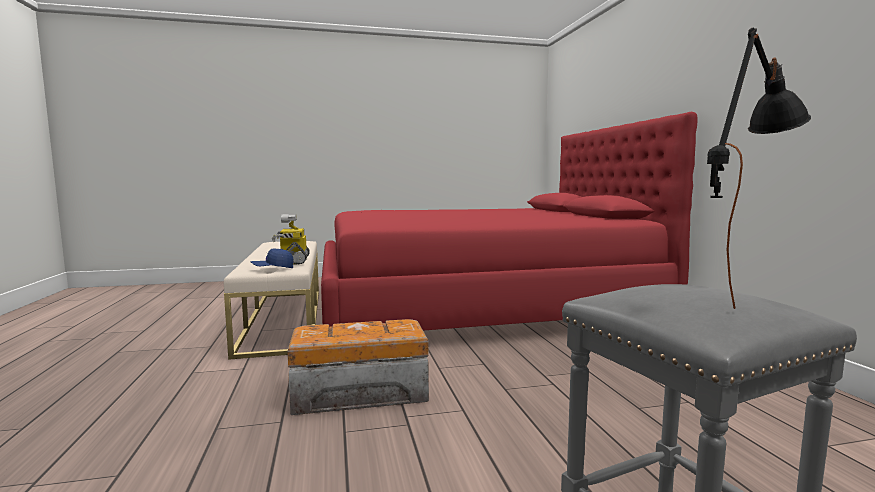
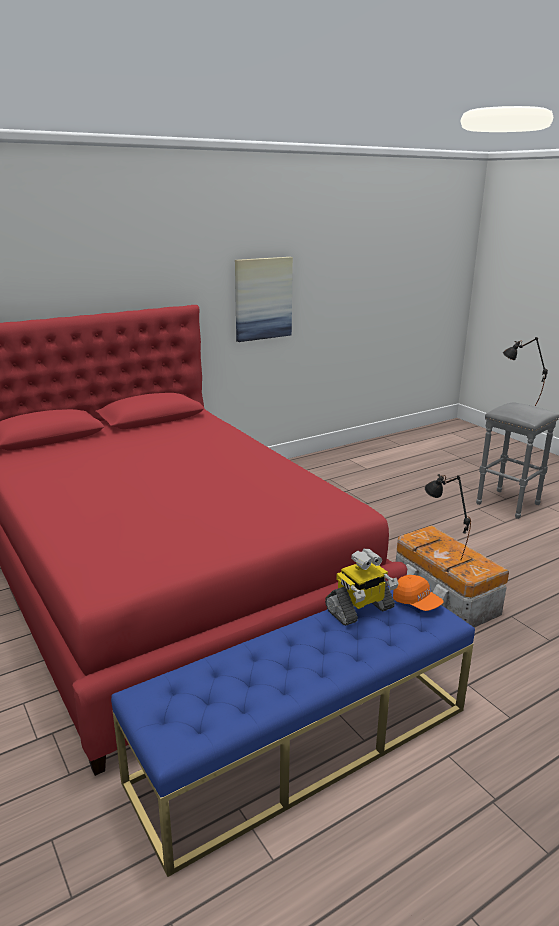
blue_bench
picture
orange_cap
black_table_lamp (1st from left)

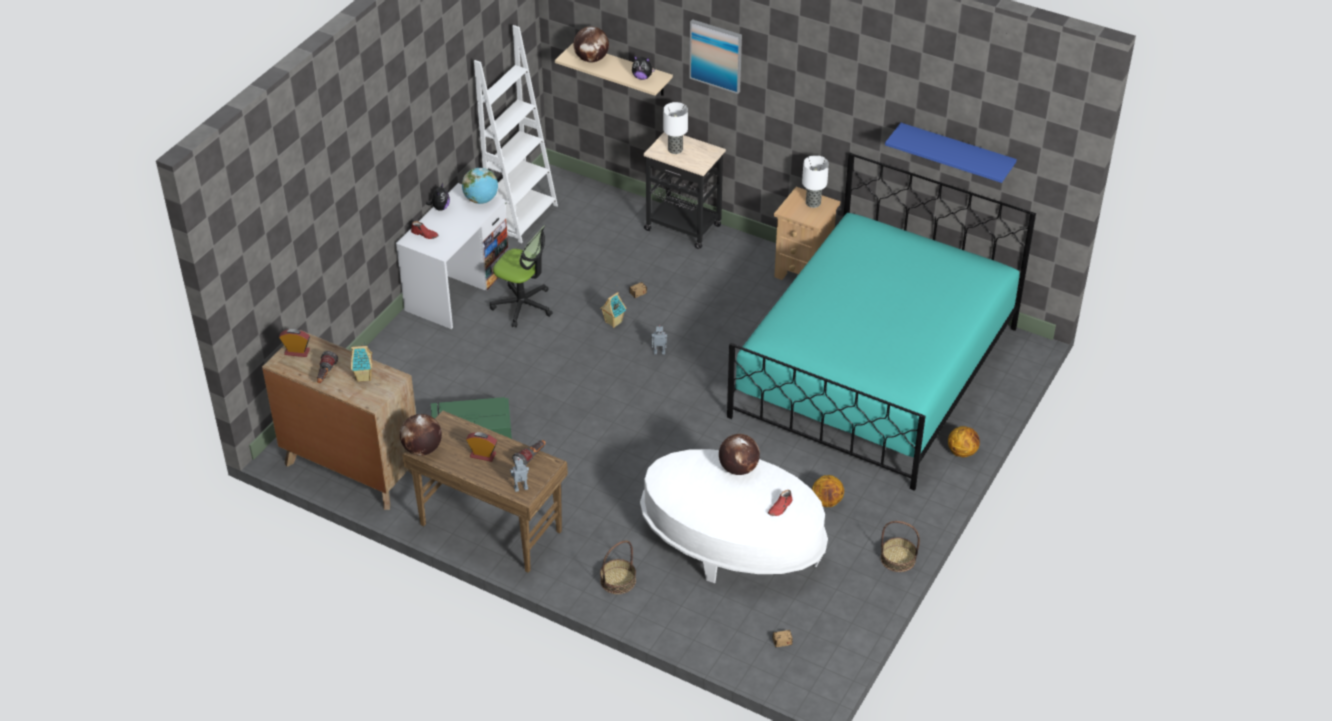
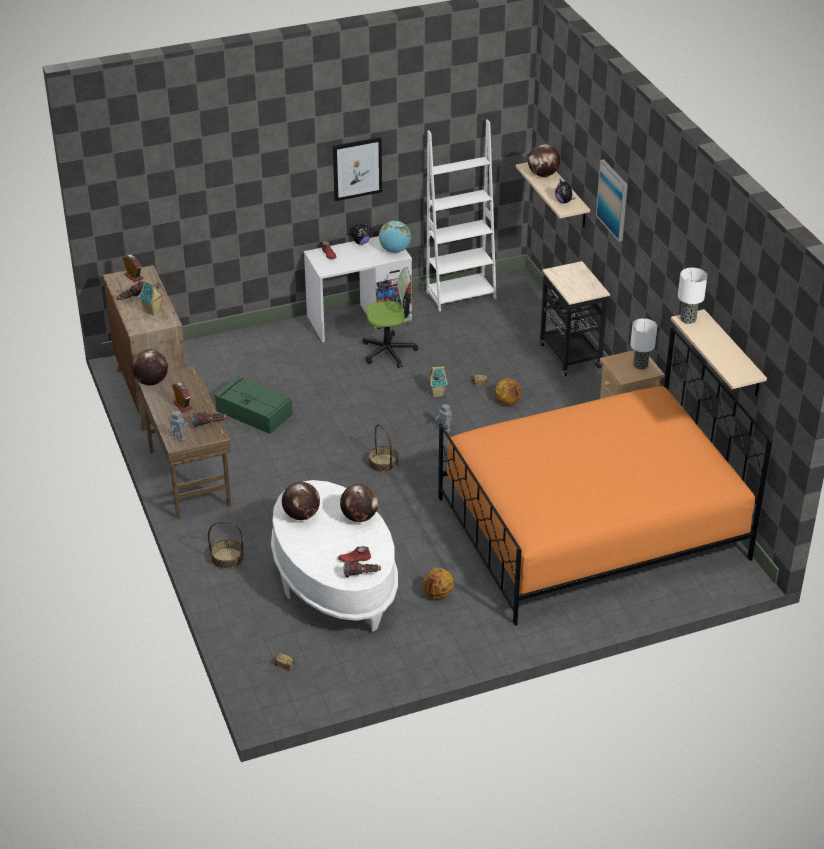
globe (2nd from left)
picture (1st from left)
flashlight (3rd from left)
office_chair
basket (2nd from left)
orange_bed
basketball (2nd from left)
beige_shelf (2nd from left)
table_lamp (2nd from left)

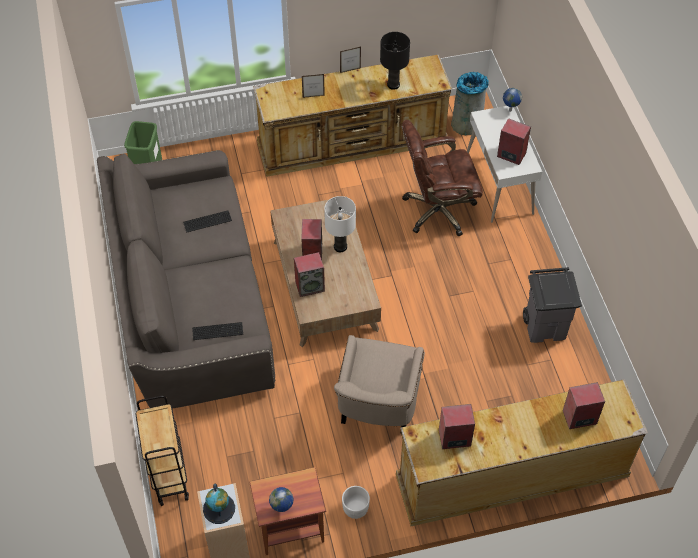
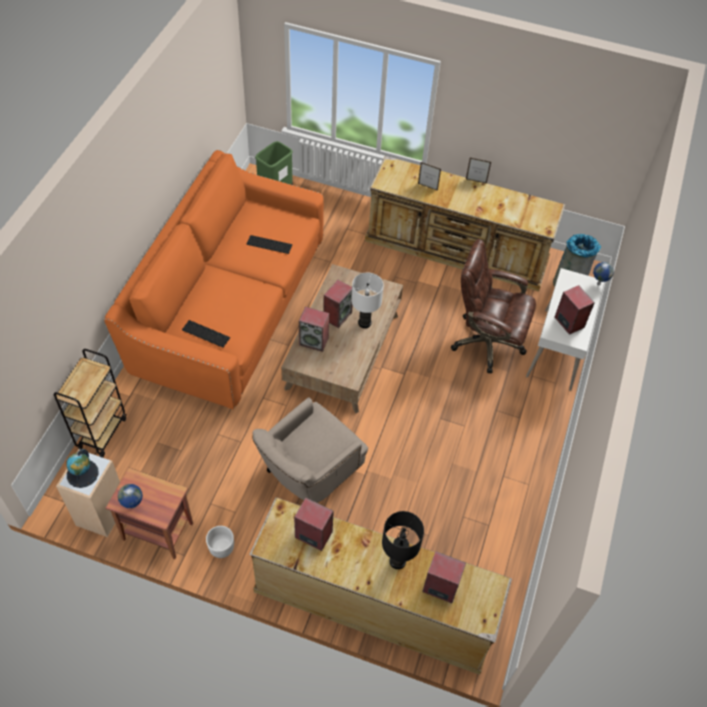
orange_sofa
black_table_lamp
grey_trash_can (2nd from left in the first image)

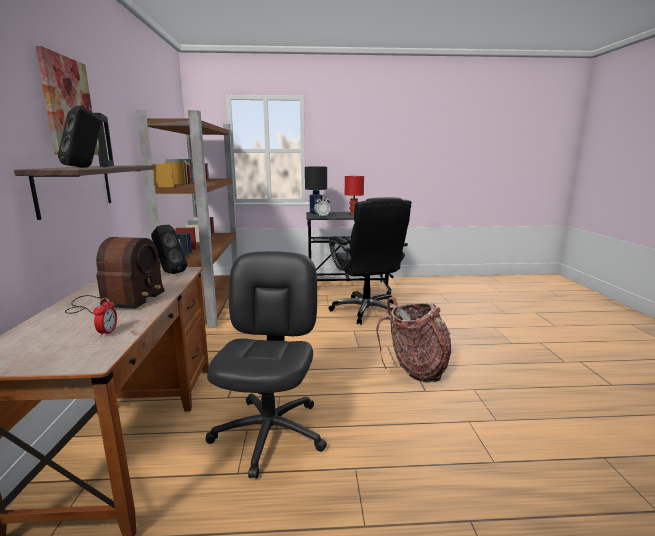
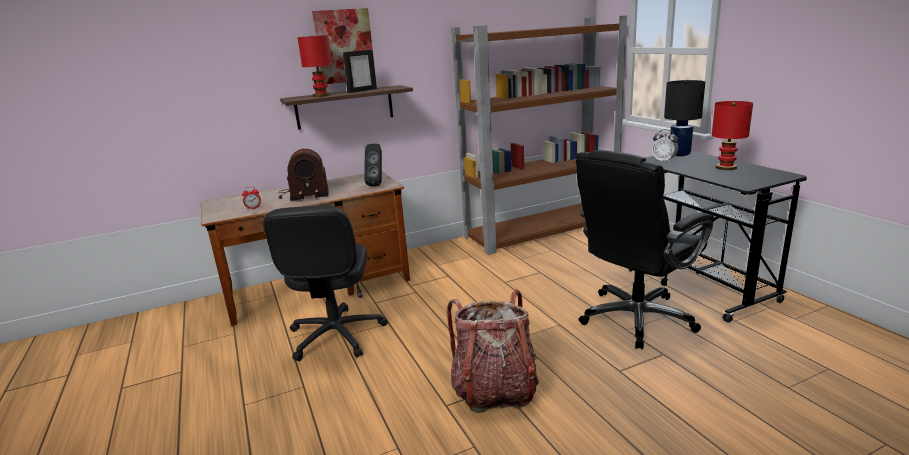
black_office_chair (1st from left)
red_table_lamp (1st from left)

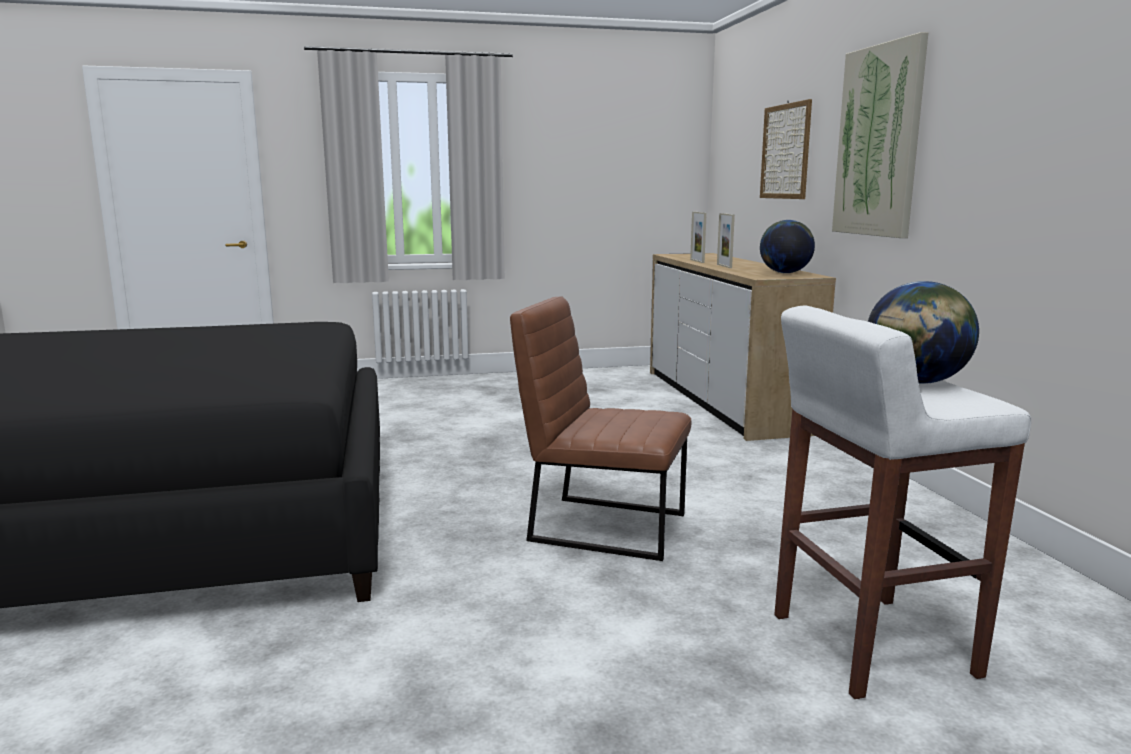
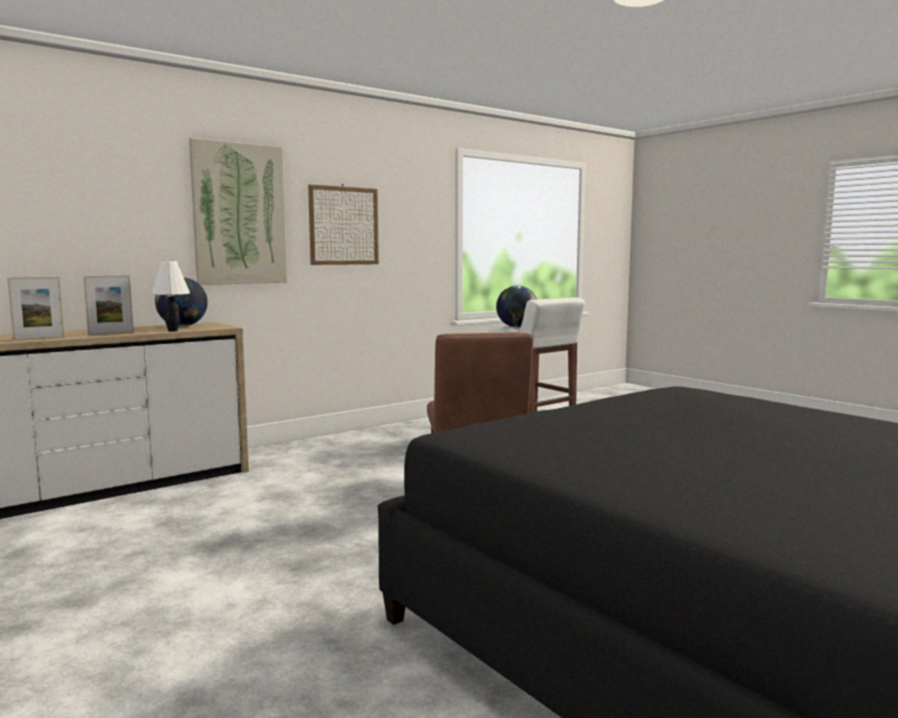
white_table_lamp
picture (2nd from left)

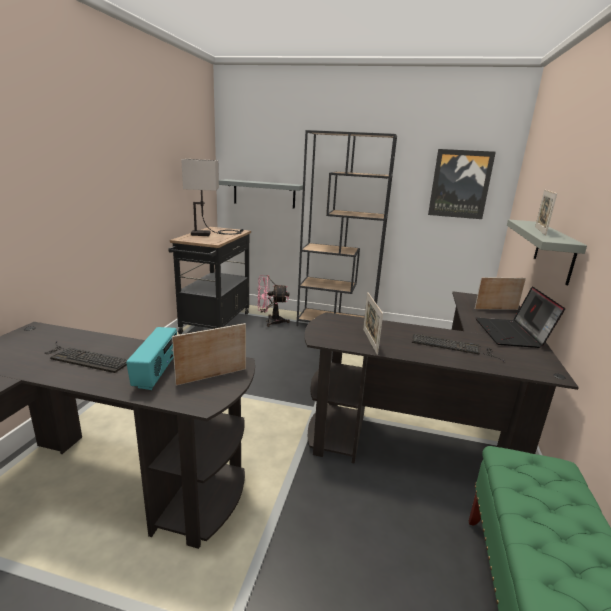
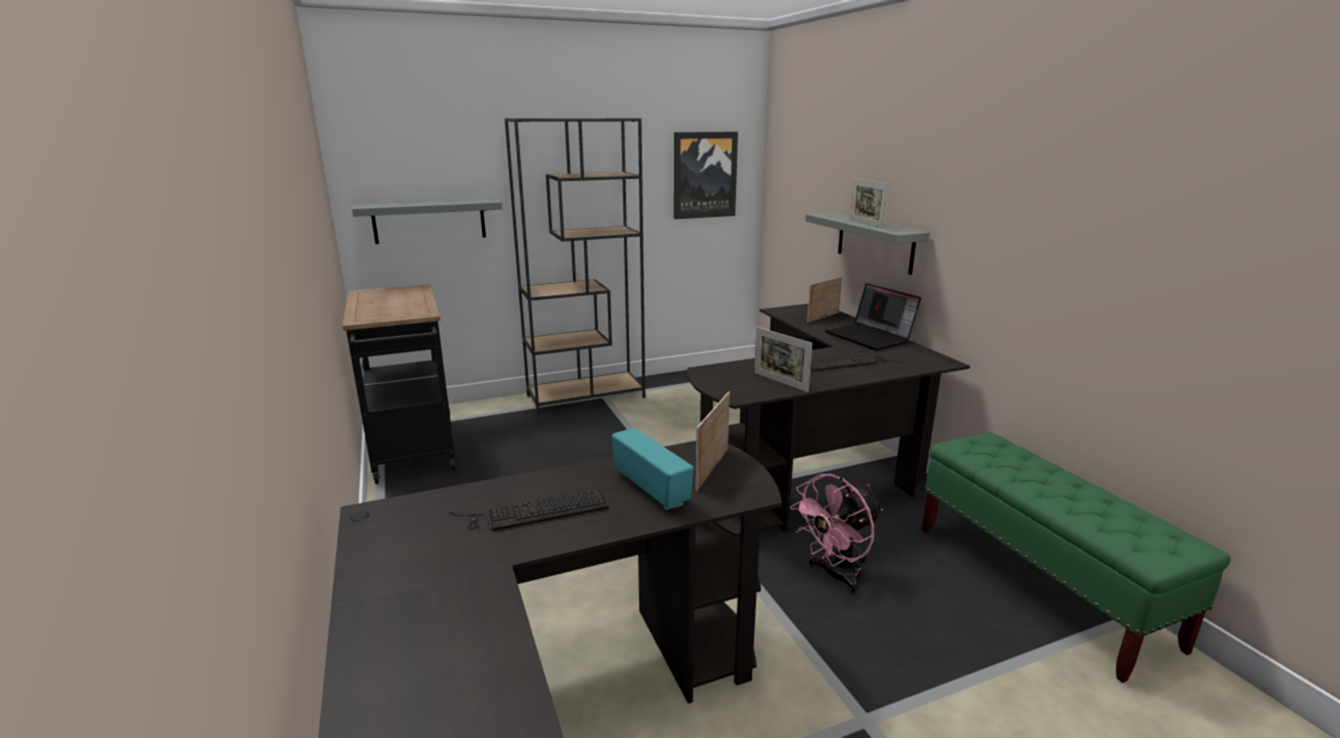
pink_fan
table_lamp

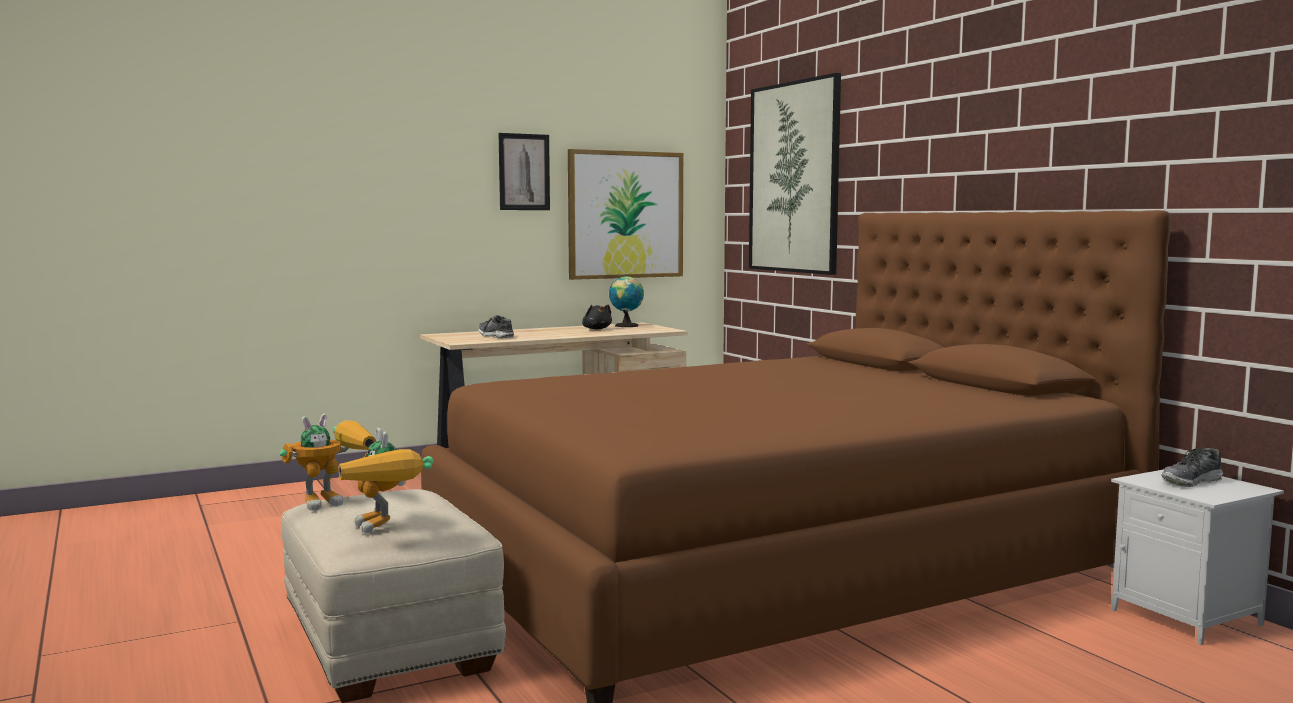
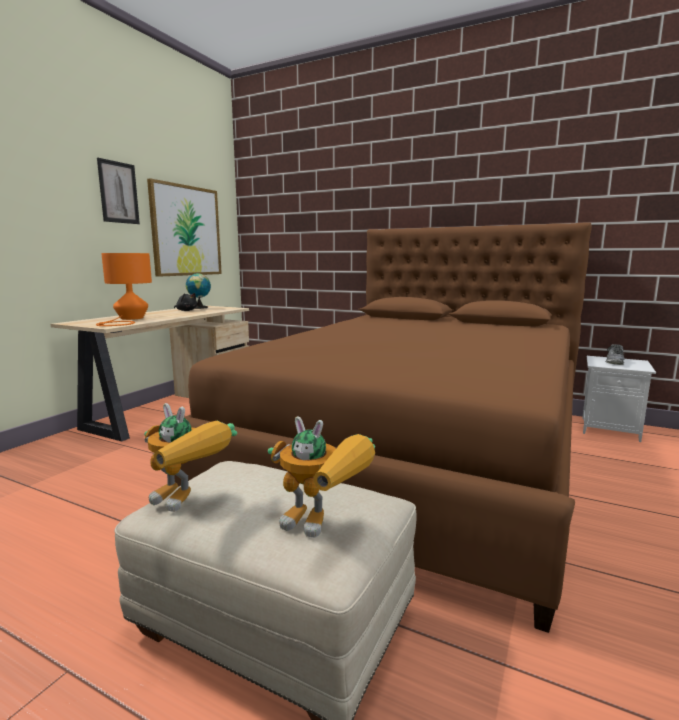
orange_table_lamp
toy_robot (1st from left)
picture (3rd from left in the first image)

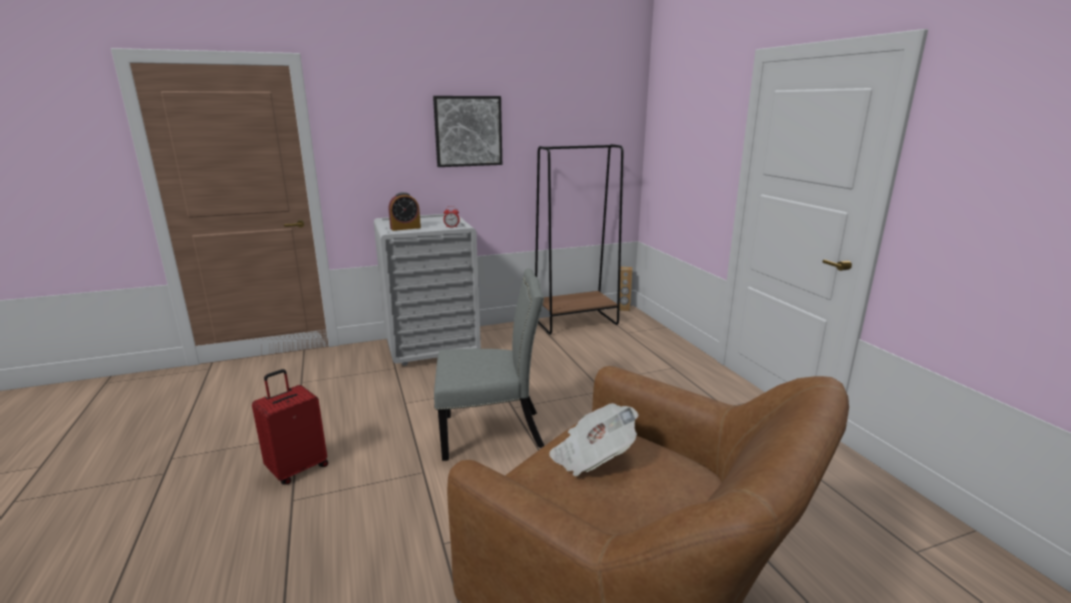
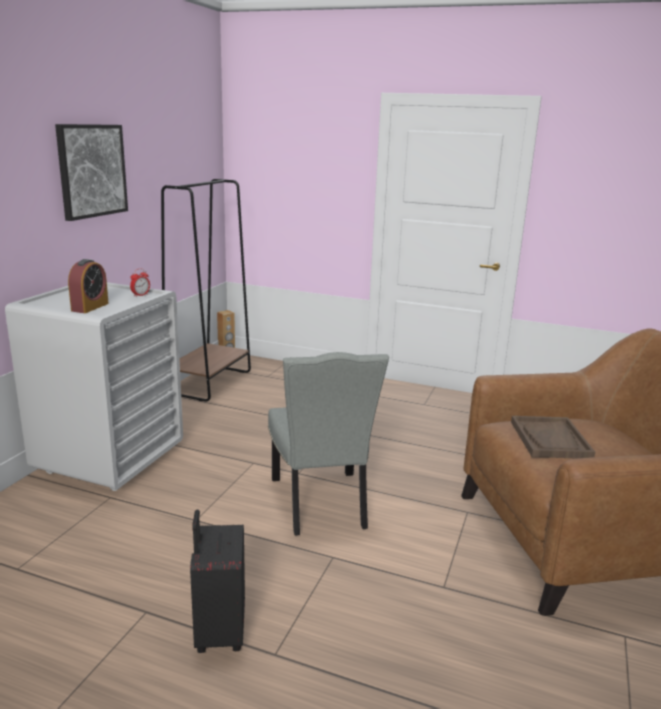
black_suitcase
grey_chair
brown_tray

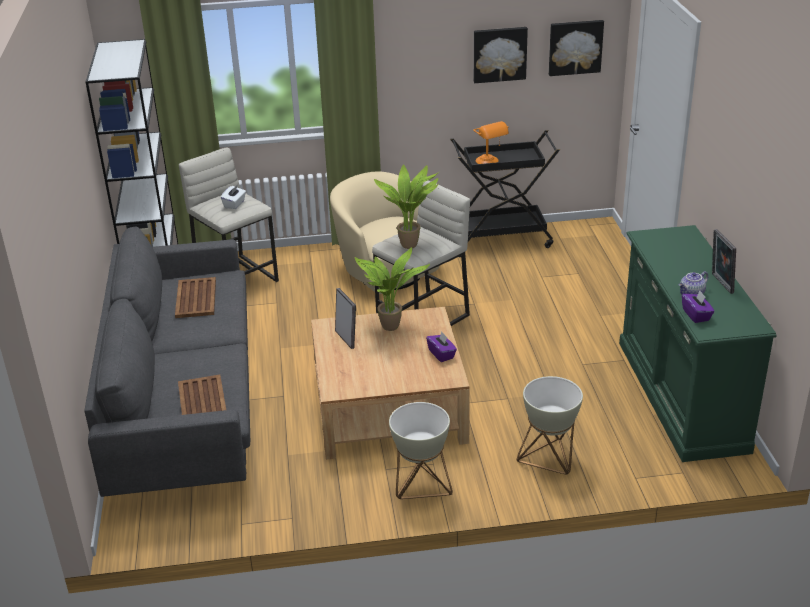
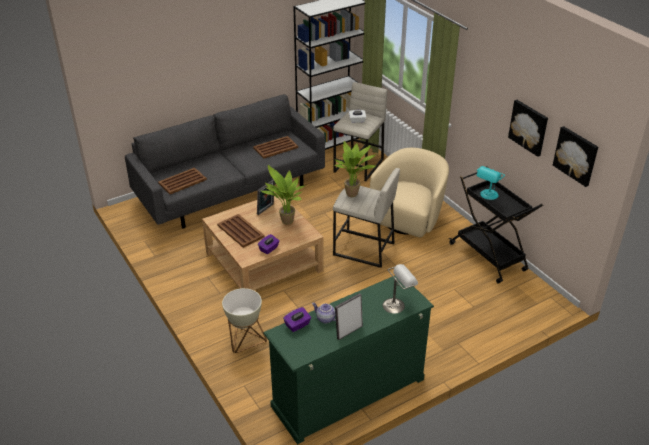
brown_tray (2nd from left)
white_table_lamp
turquoise_table_lamp
planter (1st from left in the first image)

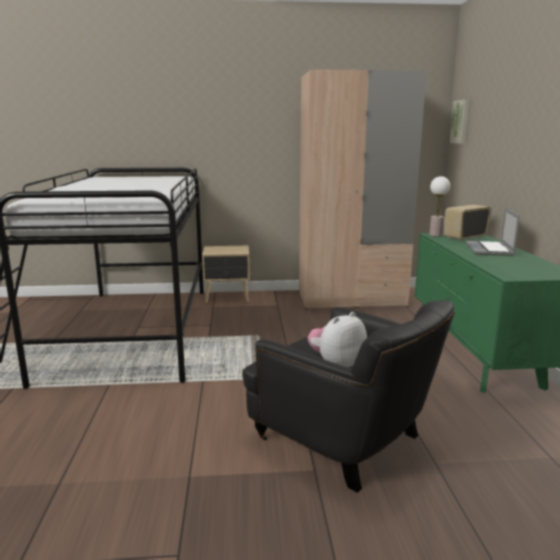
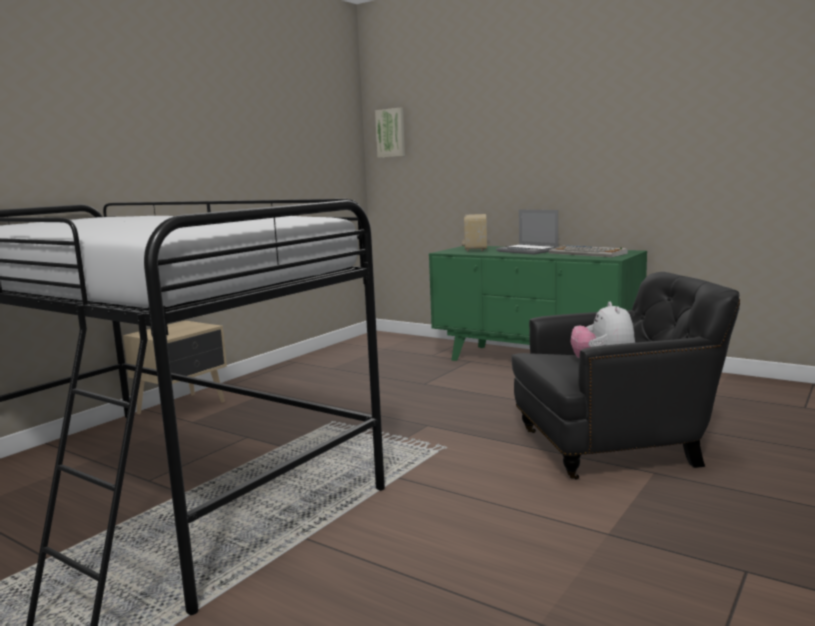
keyboard
beige_wardrobe
table_lamp

